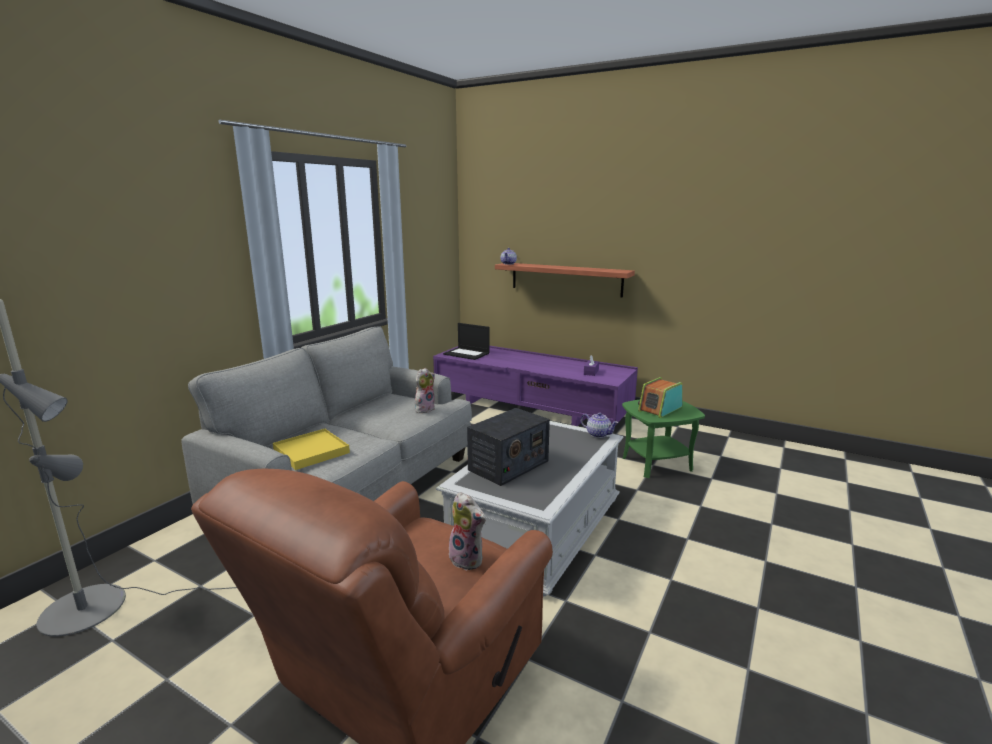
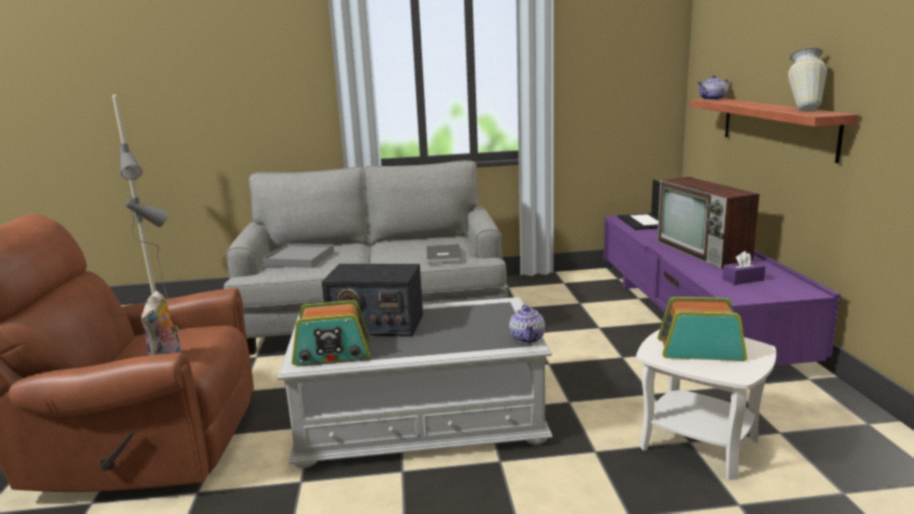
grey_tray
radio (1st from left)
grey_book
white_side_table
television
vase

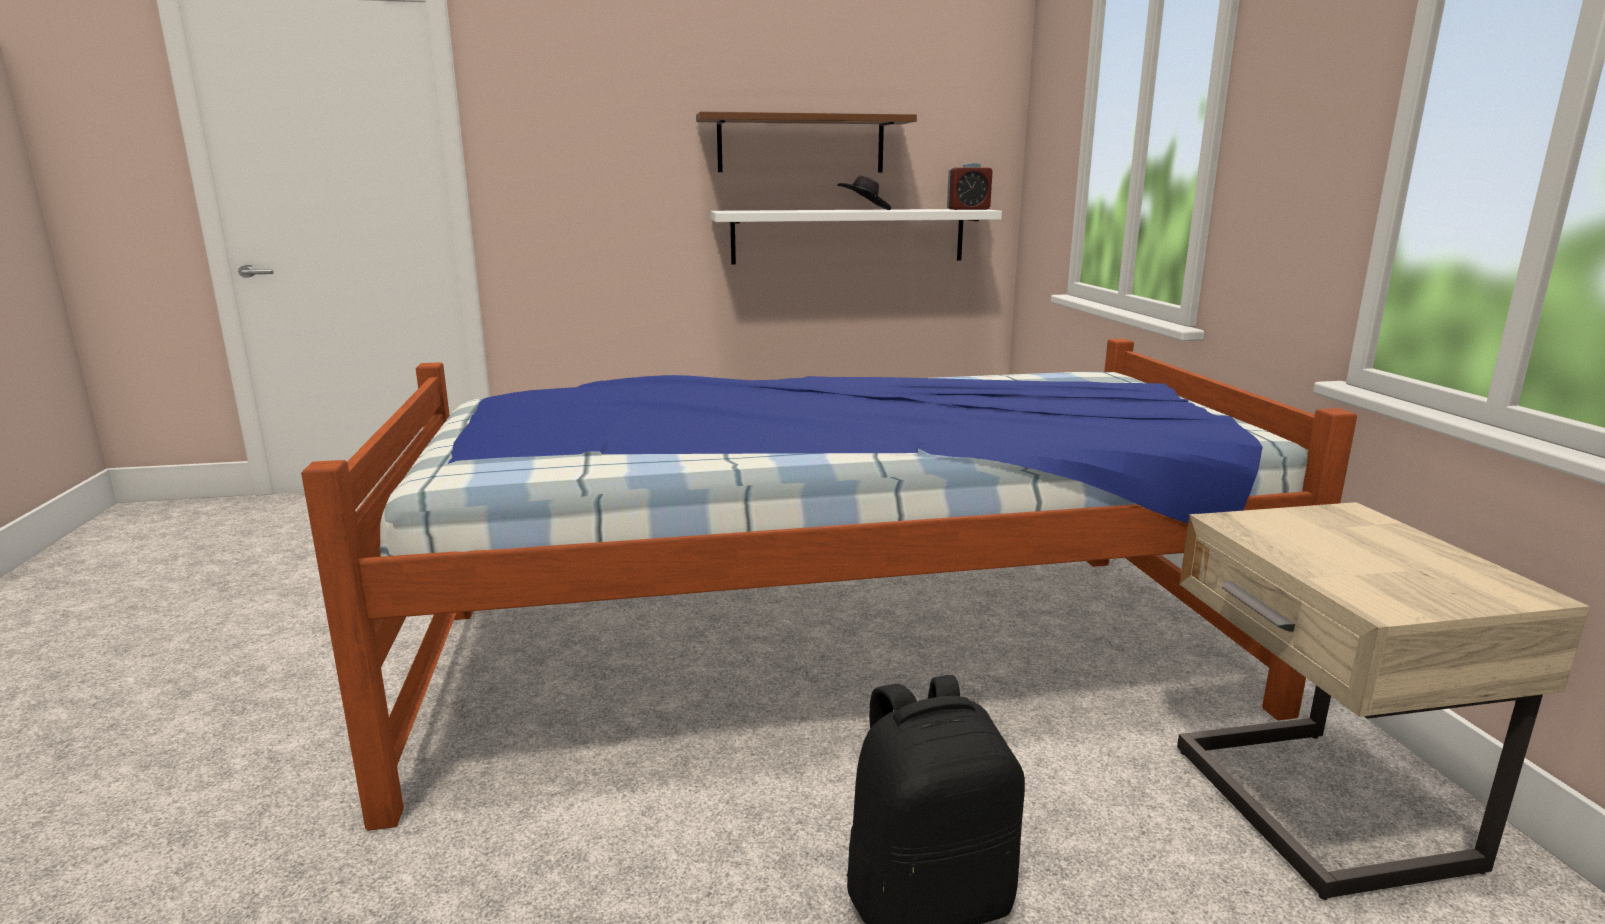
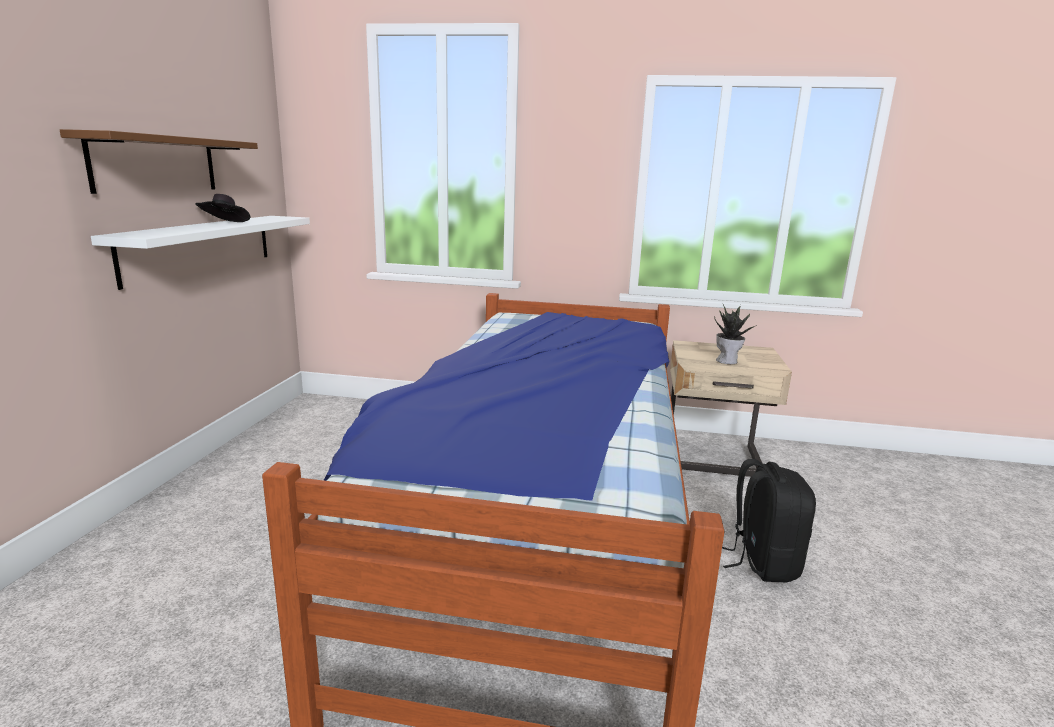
potted_plant
alarm_clock

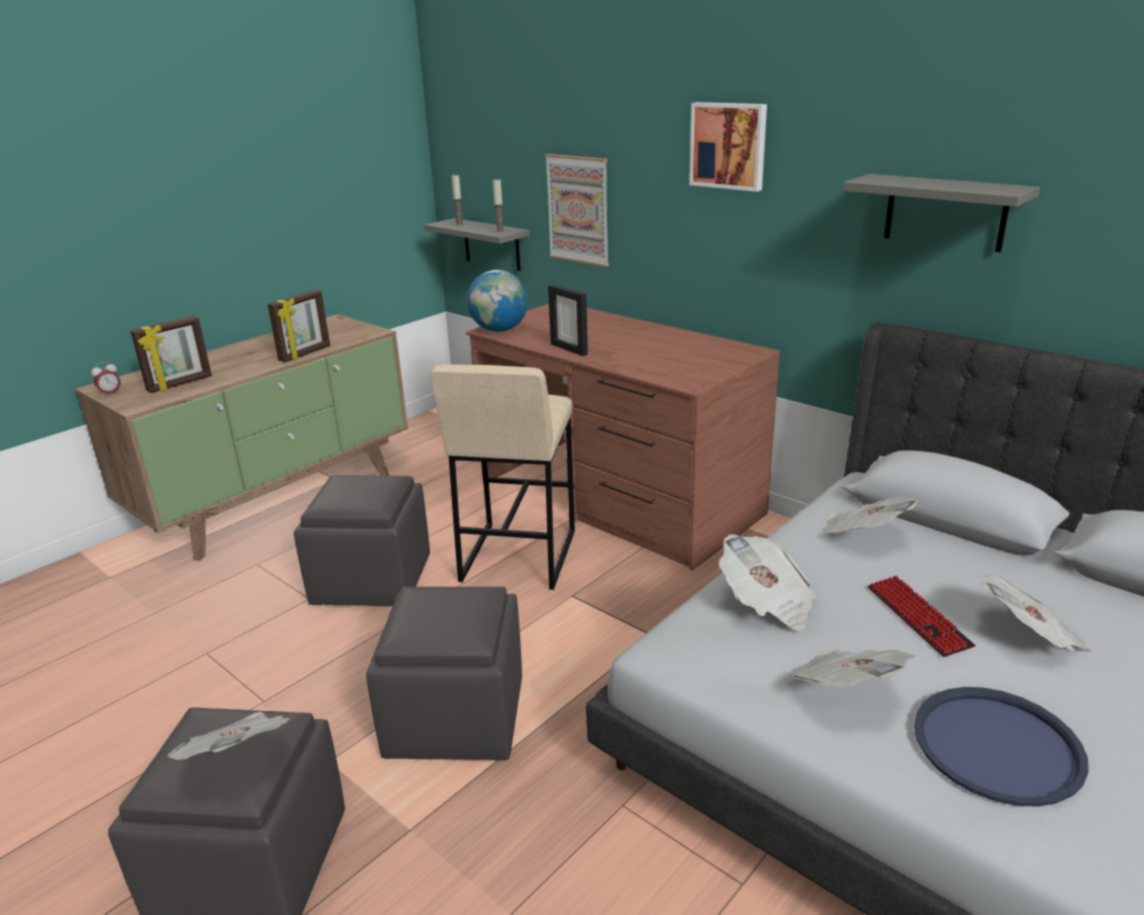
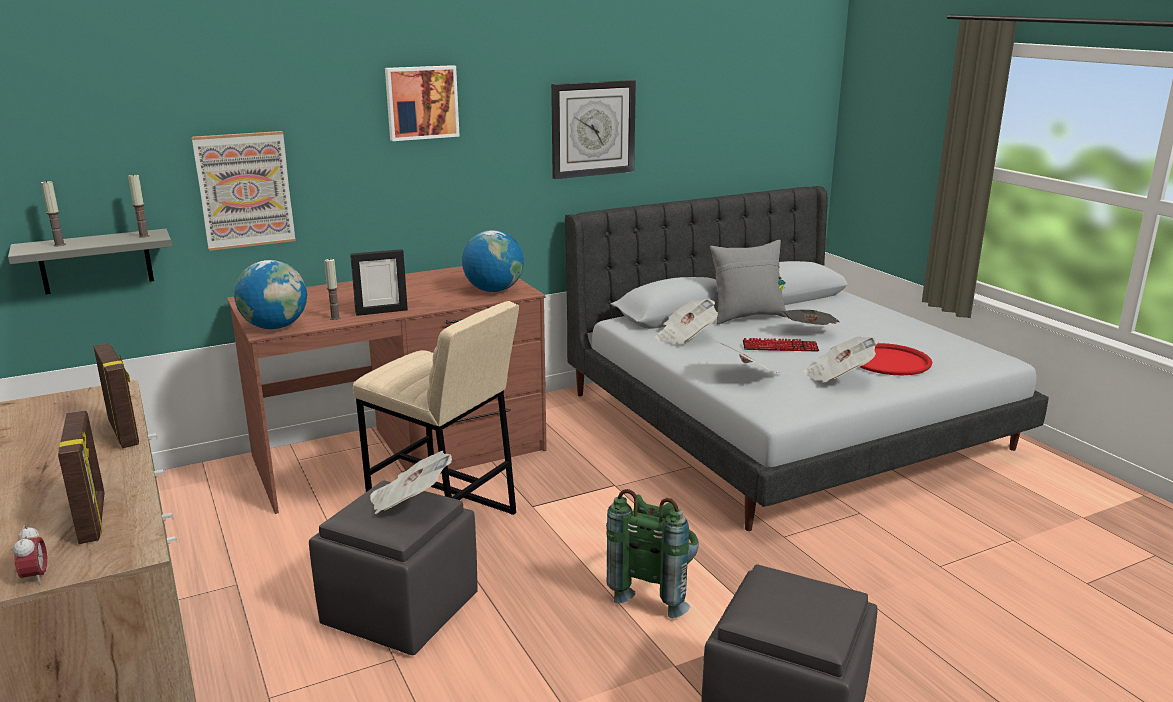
candle (3rd from left)
newspaper (1st from left)
globe (2nd from left)
wall_clock
green_backpack
grey_pillow
red_tray

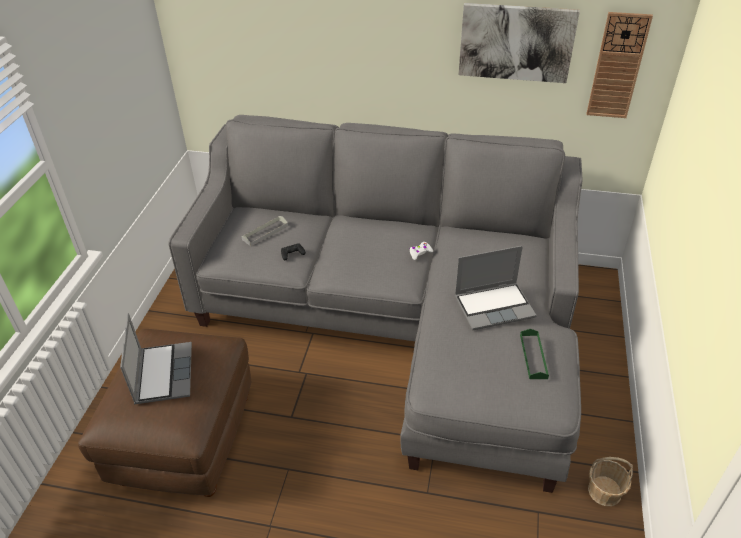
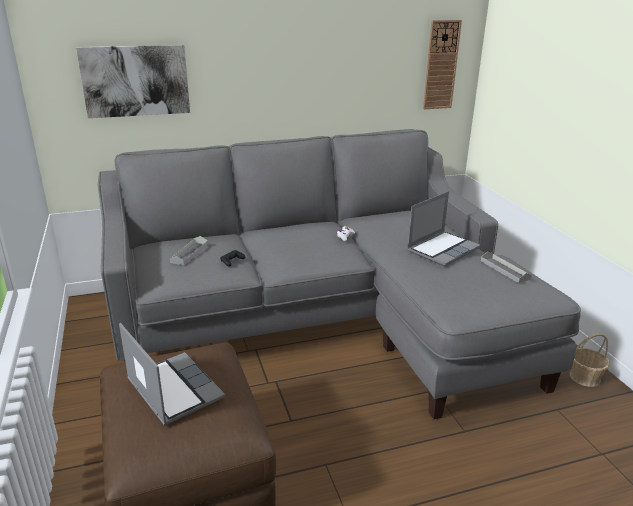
picture
grey_tray (2nd from left)

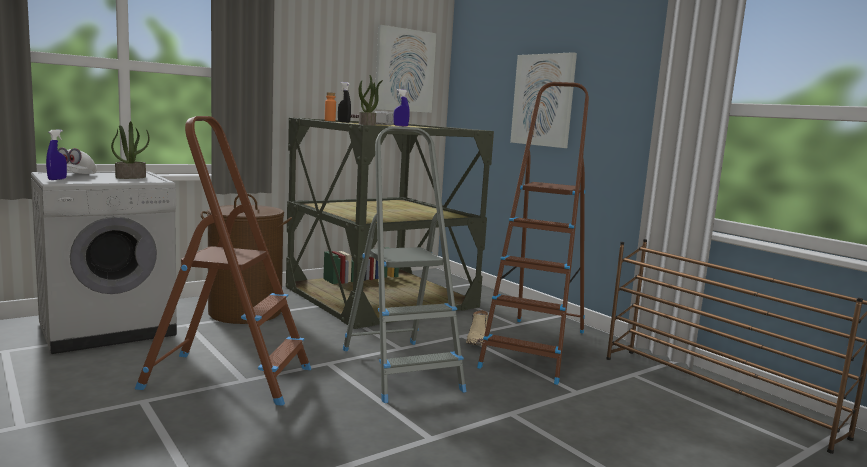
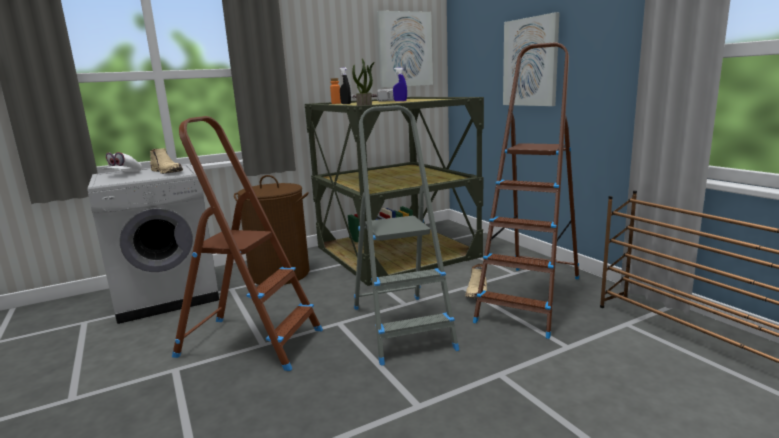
beige_boot (1st from left)
blue_spray_bottle (1st from left in the first image)

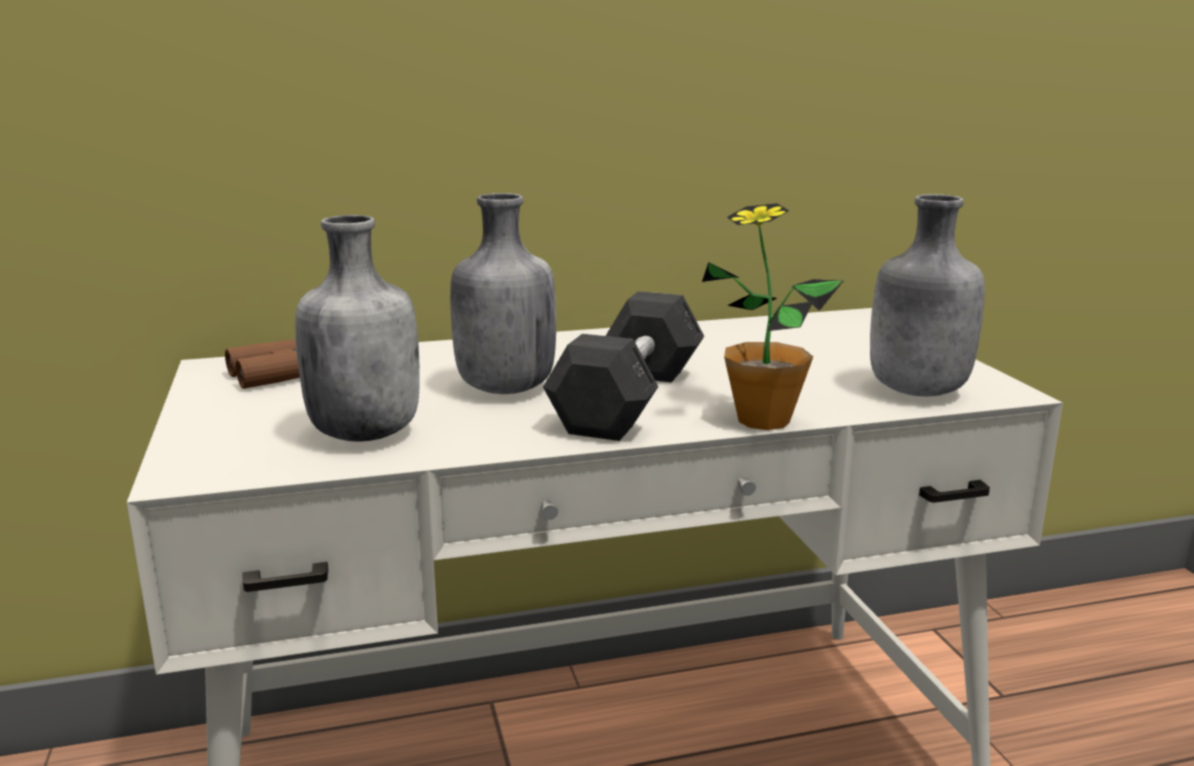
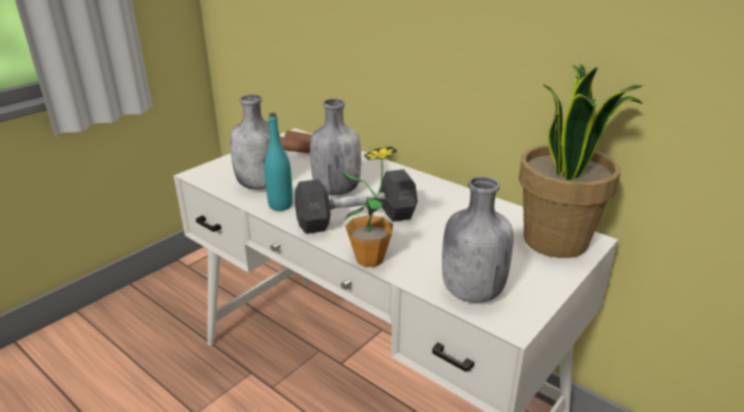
turquoise_bottle
potted_plant (2nd from left)

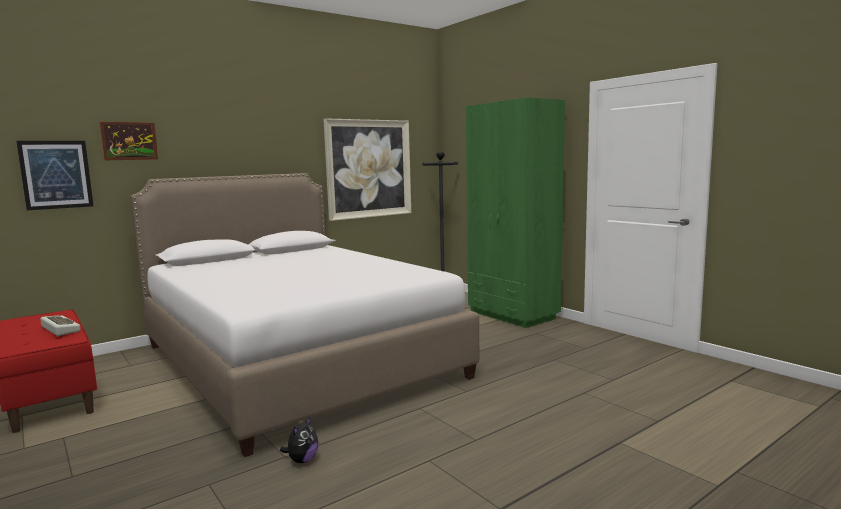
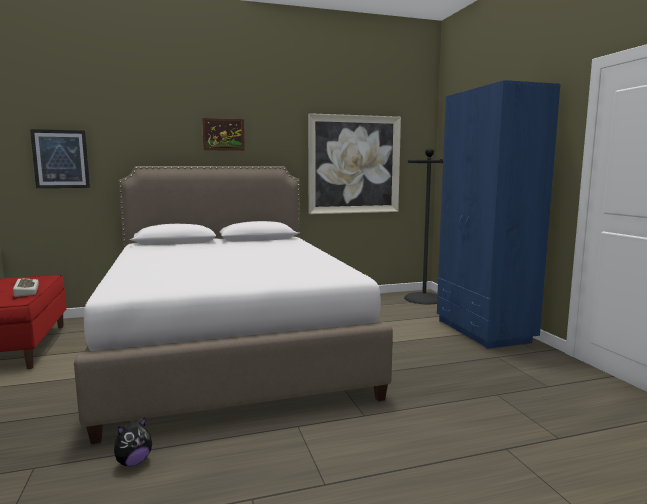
picture (2nd from left)
blue_wardrobe

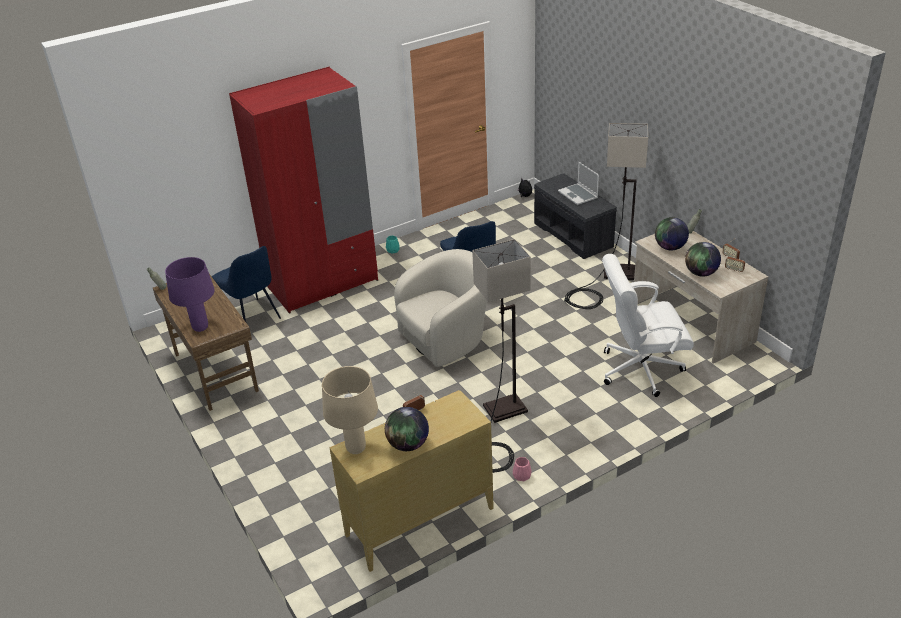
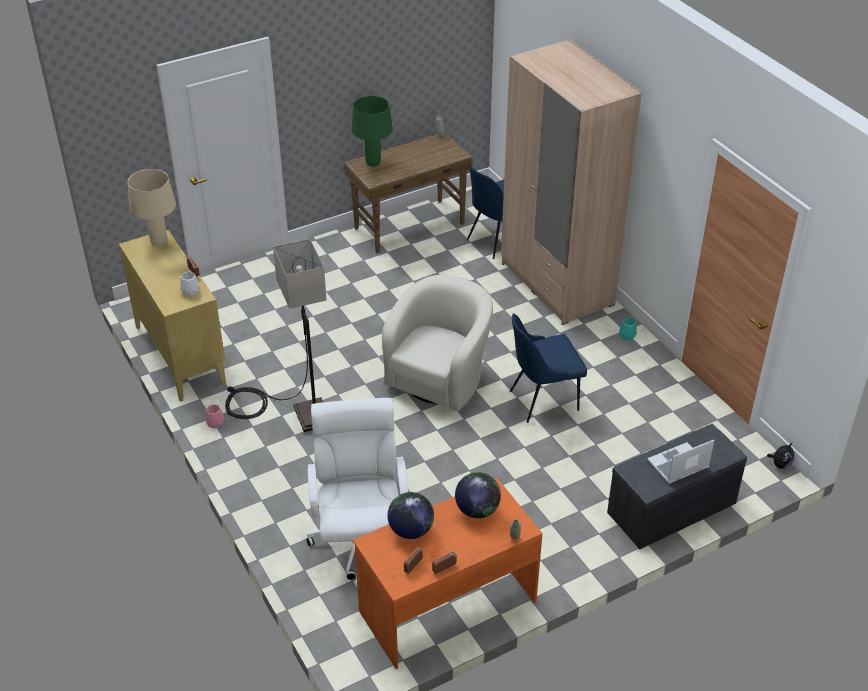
white_vase
green_table_lamp
orange_desk
beige_armchair
beige_wardrobe
globe (1st from left in the first image)
floor_lamp (2nd from left in the first image)

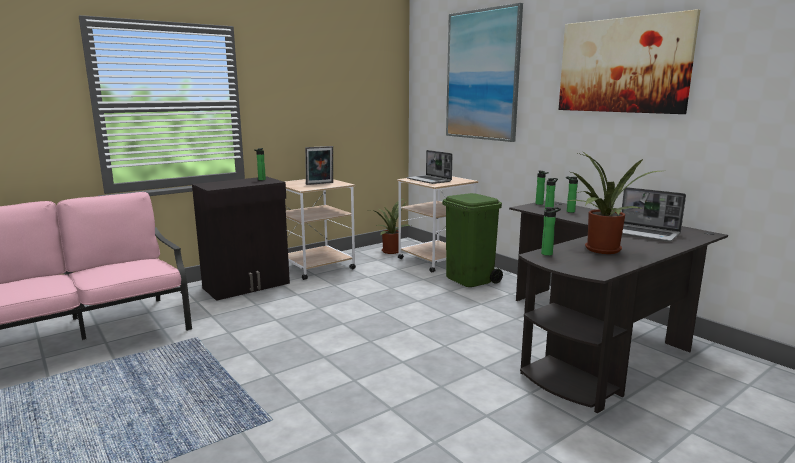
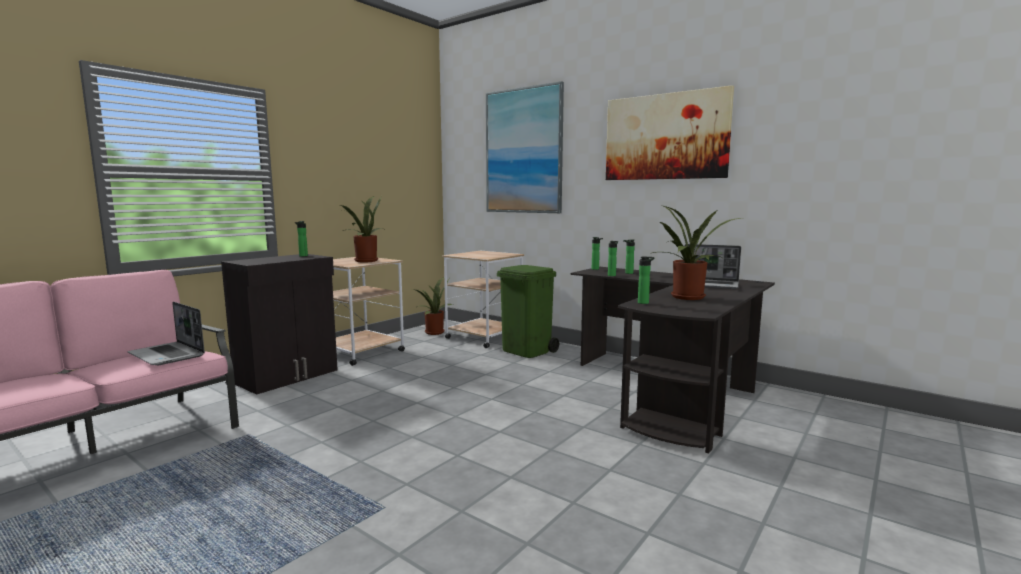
laptop (1st from left)
potted_plant (1st from left)

